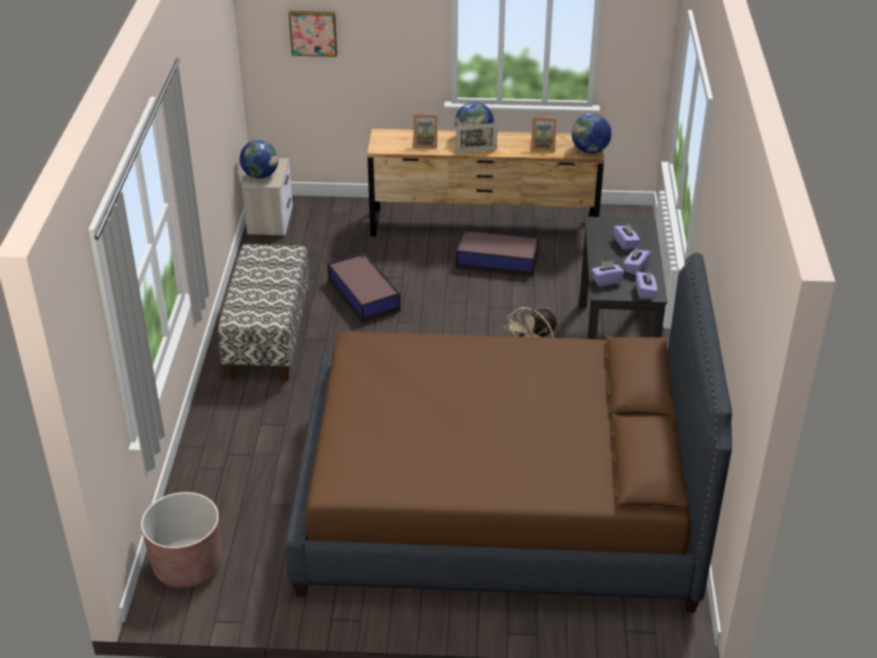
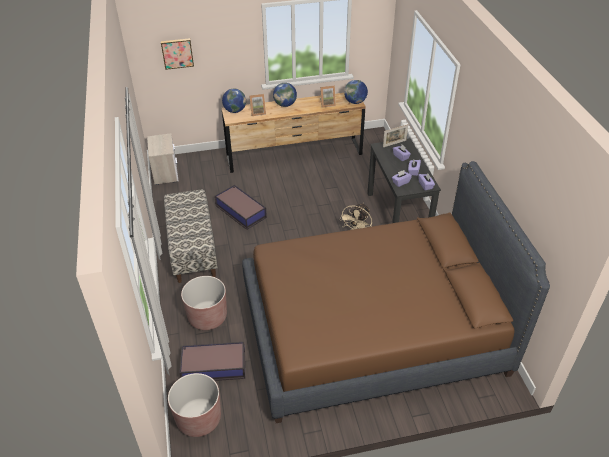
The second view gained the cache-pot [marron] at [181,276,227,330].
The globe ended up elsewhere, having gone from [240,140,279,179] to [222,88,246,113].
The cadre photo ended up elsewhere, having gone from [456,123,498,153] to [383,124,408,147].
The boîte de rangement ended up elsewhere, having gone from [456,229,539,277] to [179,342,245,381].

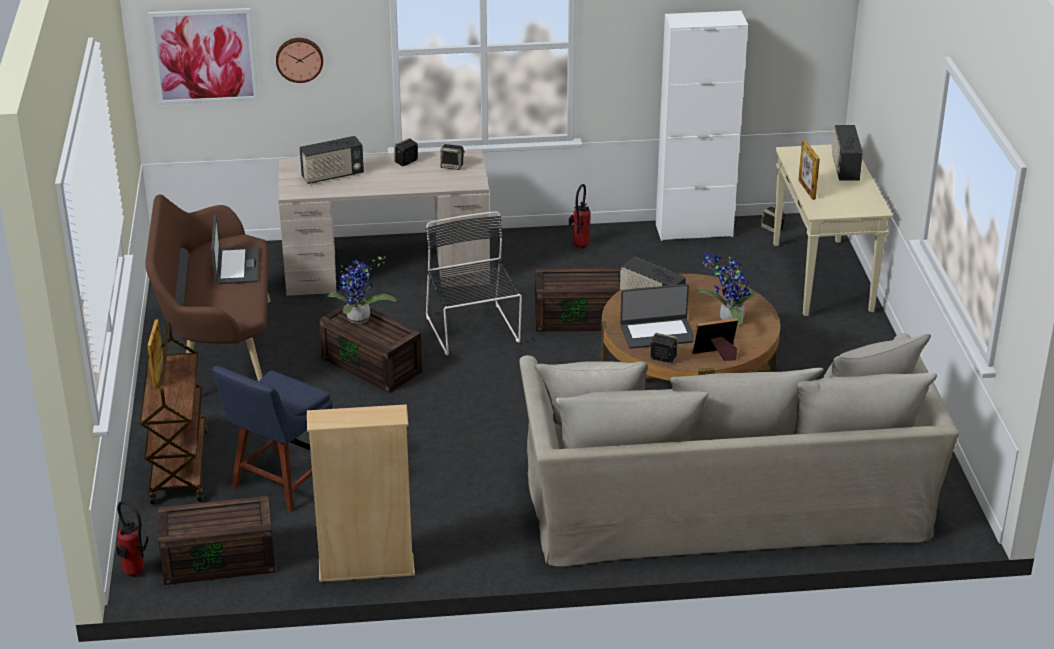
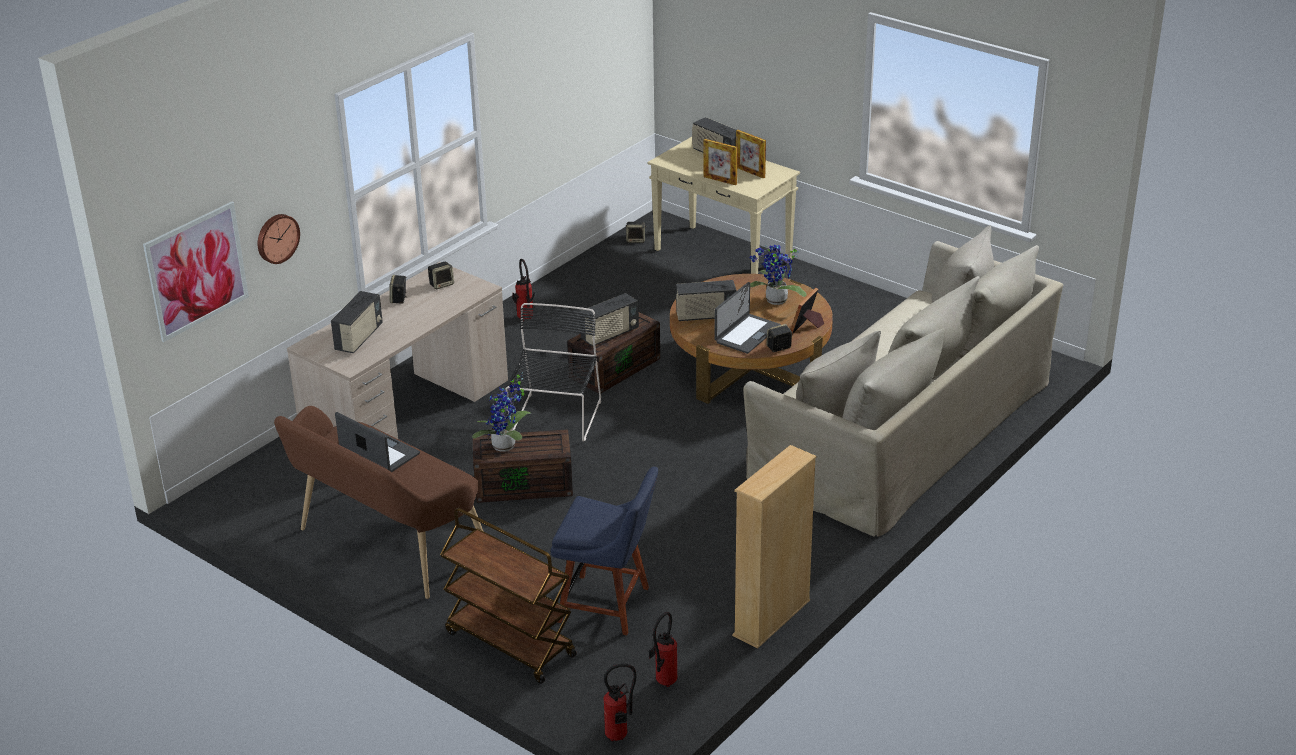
The second view lost the meuble de rangement [blanc] at [656,11,748,241].
The second view gained the radio at [580,293,639,346].
The cadre photo ended up elsewhere, having gone from [147,320,163,389] to [736,130,766,178].
Where the boîte de rangement [marron] stood at [158,496,276,585], the extincteur came to stand at [649,612,677,687].
The chaise [bleu] at [212,366,333,512] ended up facing another way, 60 degrees counterclockwise from before.
The chaise [noir] at [426,211,522,356] ended up facing another way, 75 degrees clockwise from before.

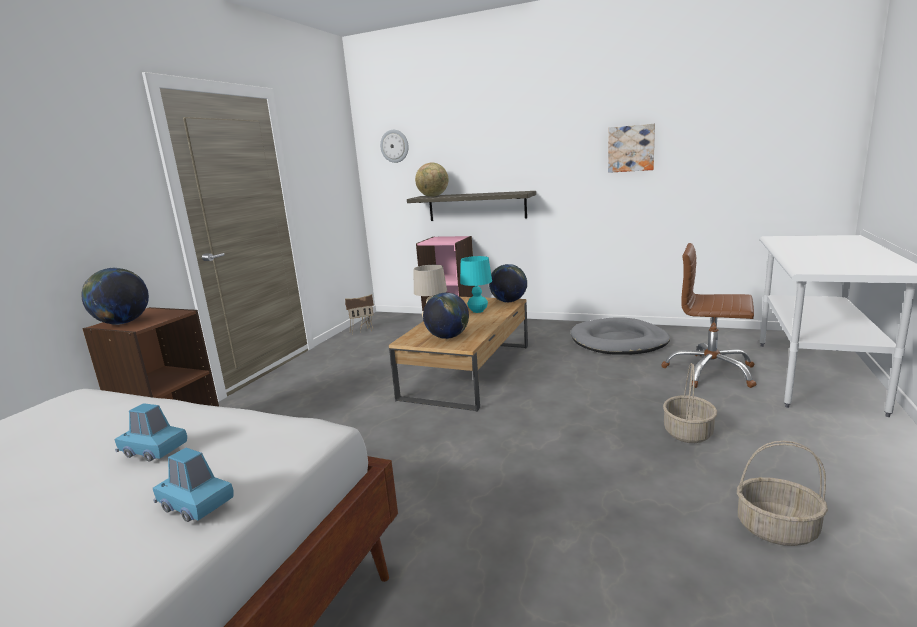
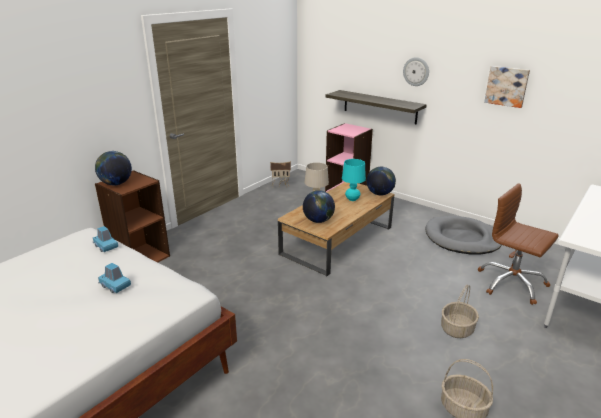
The second view lost the globe at [415,162,448,197].
The petite voiture [bleu] ended up elsewhere, having gone from [153,448,234,522] to [93,226,118,252].
The horloge murale ended up elsewhere, having gone from [380,130,409,163] to [403,57,429,86].

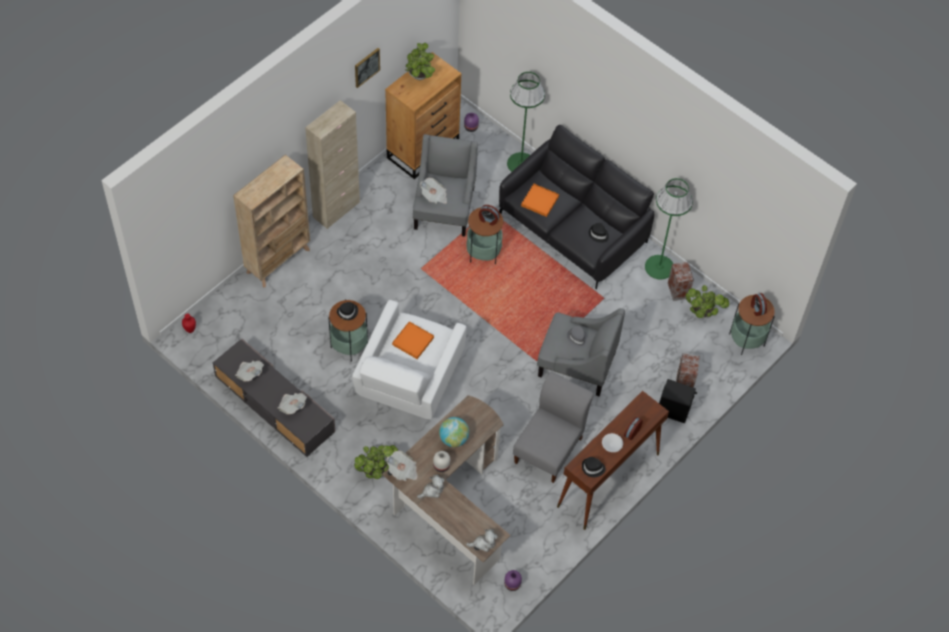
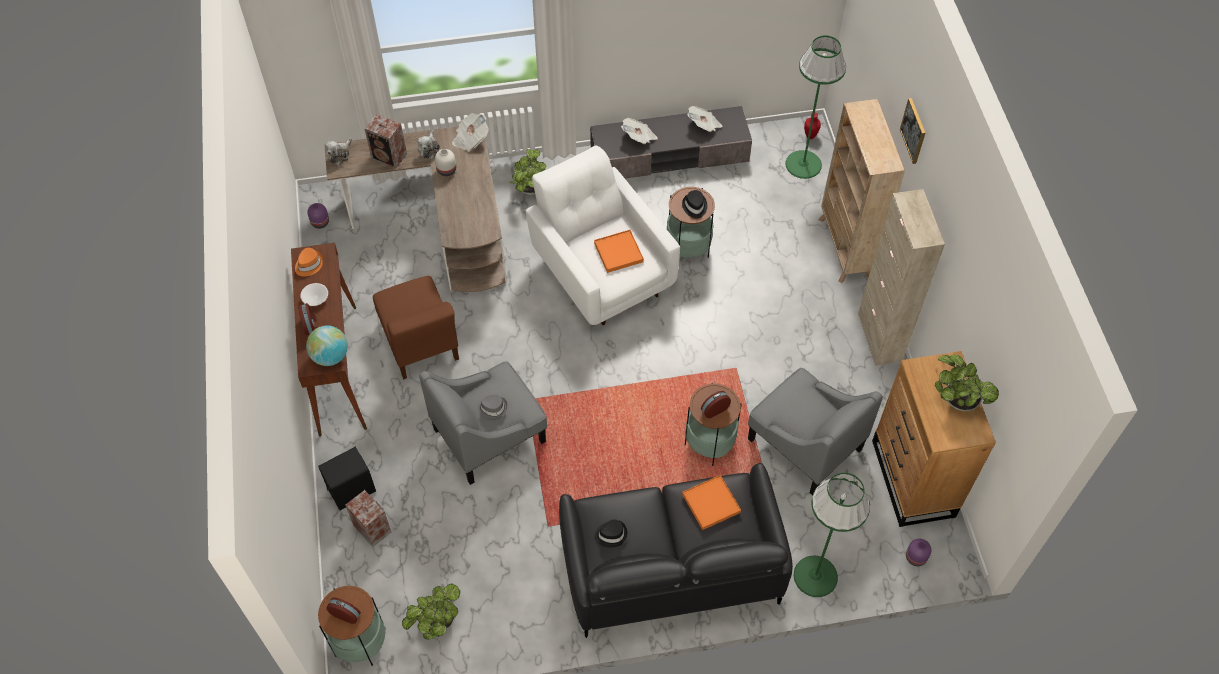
The second view lost the journal at [420,178,447,204].
The tableau ended up elsewhere, having gone from [355,48,380,88] to [900,98,925,164].
The globe ended up elsewhere, having gone from [439,417,469,447] to [306,326,348,366].
The lampadaire [vert] ended up elsewhere, having gone from [645,178,693,280] to [785,35,846,179].
The enceinte ended up elsewhere, having gone from [668,262,694,301] to [365,114,407,168].
What was the chaise [gris] at [513,372,594,483] turned into the chaise [marron] at [373,276,459,379].
What was the chapeau [noir] at [582,457,606,477] turned into the chapeau [orange] at [295,248,323,276].

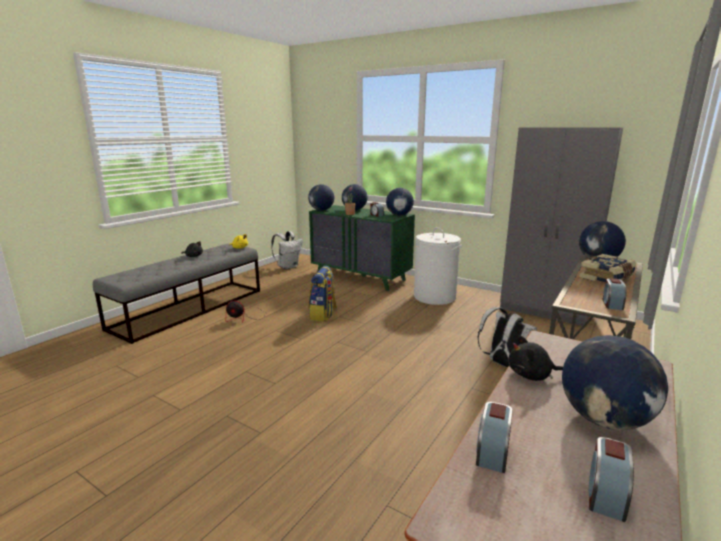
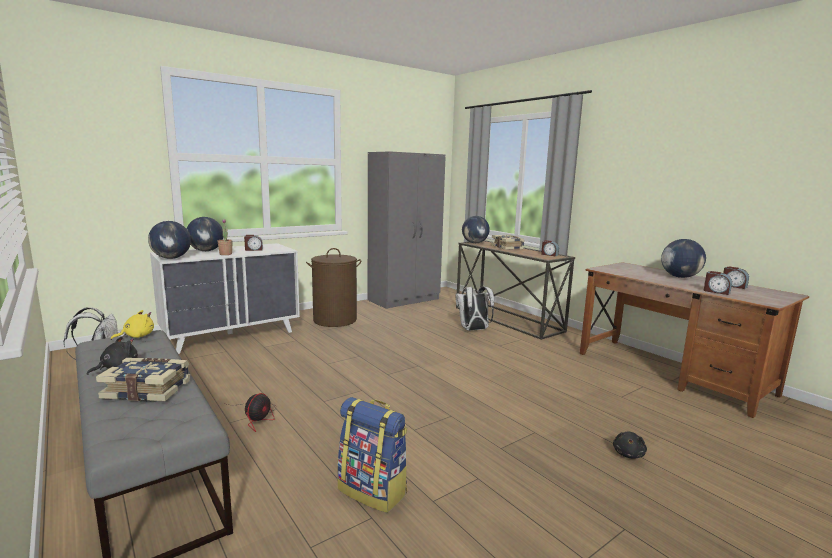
The second view lost the globe at [386,188,414,216].
The second view gained the livre at [96,358,190,401].
The sac à dos ended up elsewhere, having gone from [309,266,337,322] to [337,397,407,513].
The peluche [noir] ended up elsewhere, having gone from [508,335,563,381] to [613,432,647,458].
What was the commode [vert] at [309,205,415,291] turned into the commode [blanc] at [150,243,300,354].
What was the panier à linge [blanc] at [414,227,463,305] turned into the panier à linge [marron] at [306,248,361,327].

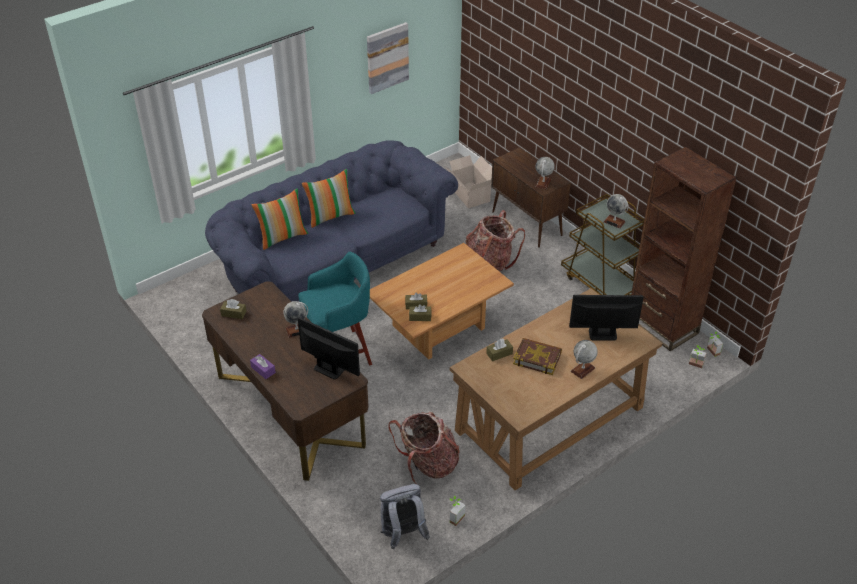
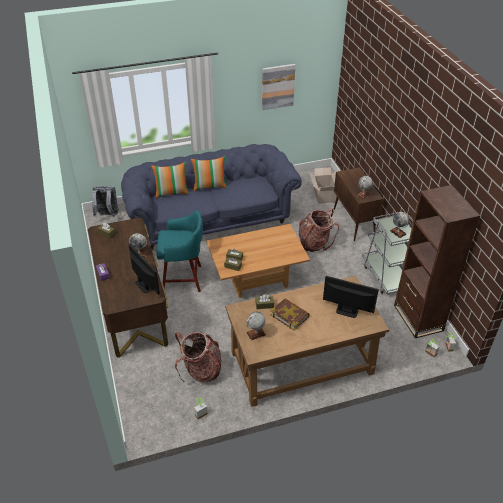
The sac à dos [gris] ended up elsewhere, having gone from [380,484,430,549] to [92,186,119,217].
The globe ended up elsewhere, having gone from [570,340,598,379] to [246,312,266,340].
What was the chariot [marron] at [561,194,644,295] turned into the chariot [gris] at [362,212,413,294].

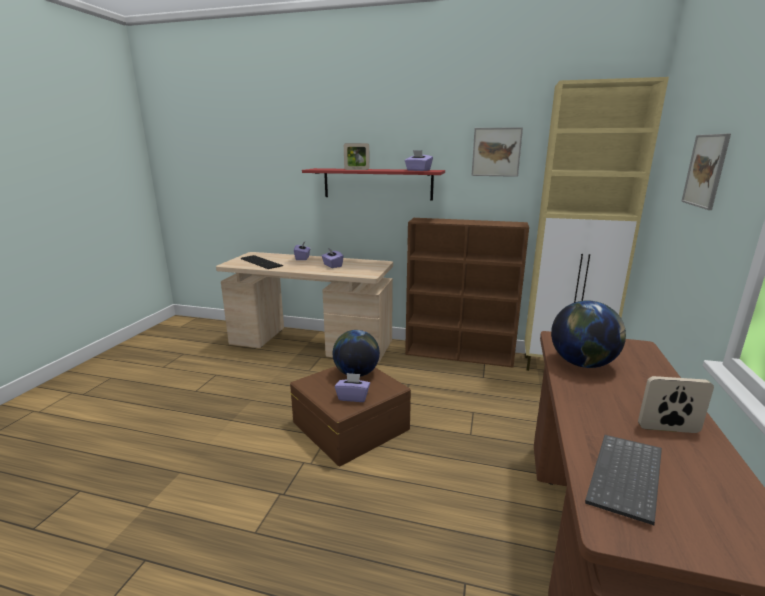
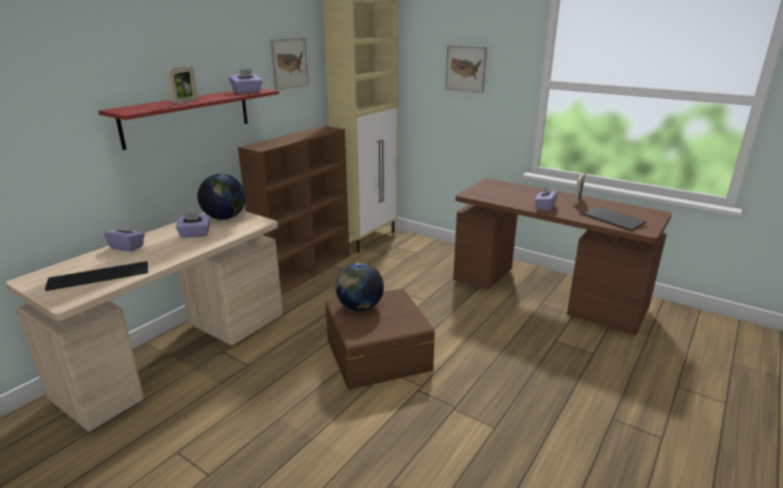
The boîte à mouchoirs [violet] ended up elsewhere, having gone from [335,373,370,402] to [535,186,558,211].
The globe ended up elsewhere, having gone from [551,300,626,368] to [198,174,246,220].

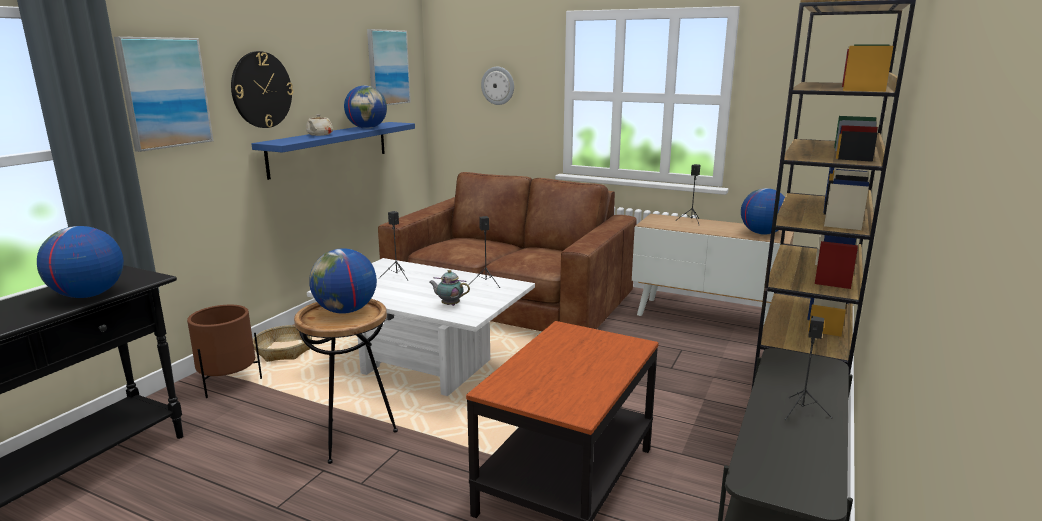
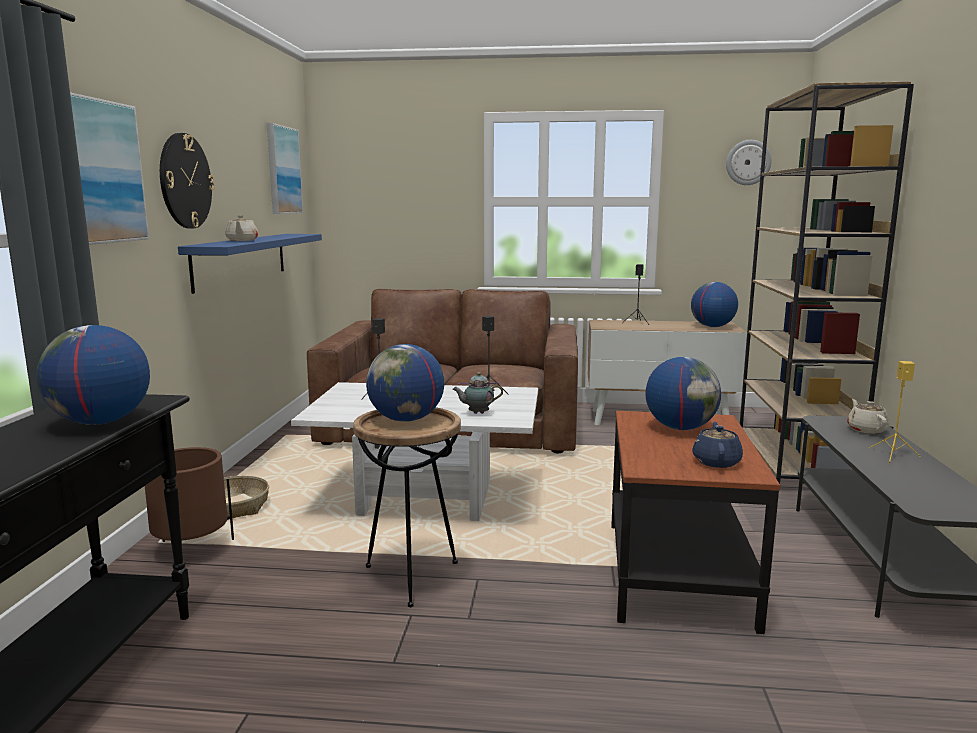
The second view gained the théière [bleu] at [692,422,743,468].
The second view gained the théière [beige] at [847,399,889,434].
The globe ended up elsewhere, having gone from [344,86,387,129] to [646,357,721,430].
The horloge murale ended up elsewhere, having gone from [481,67,514,105] to [726,140,772,185].
What was the enceinte [noir] at [785,316,832,420] turned into the enceinte [jaune] at [870,361,921,464].

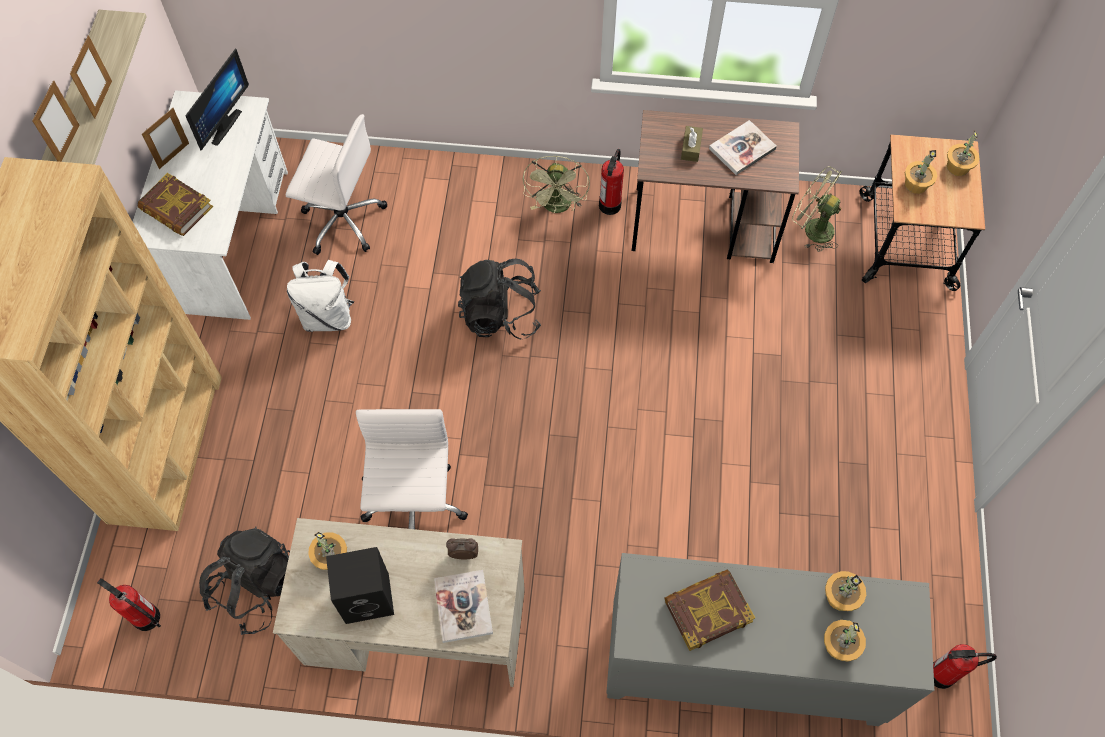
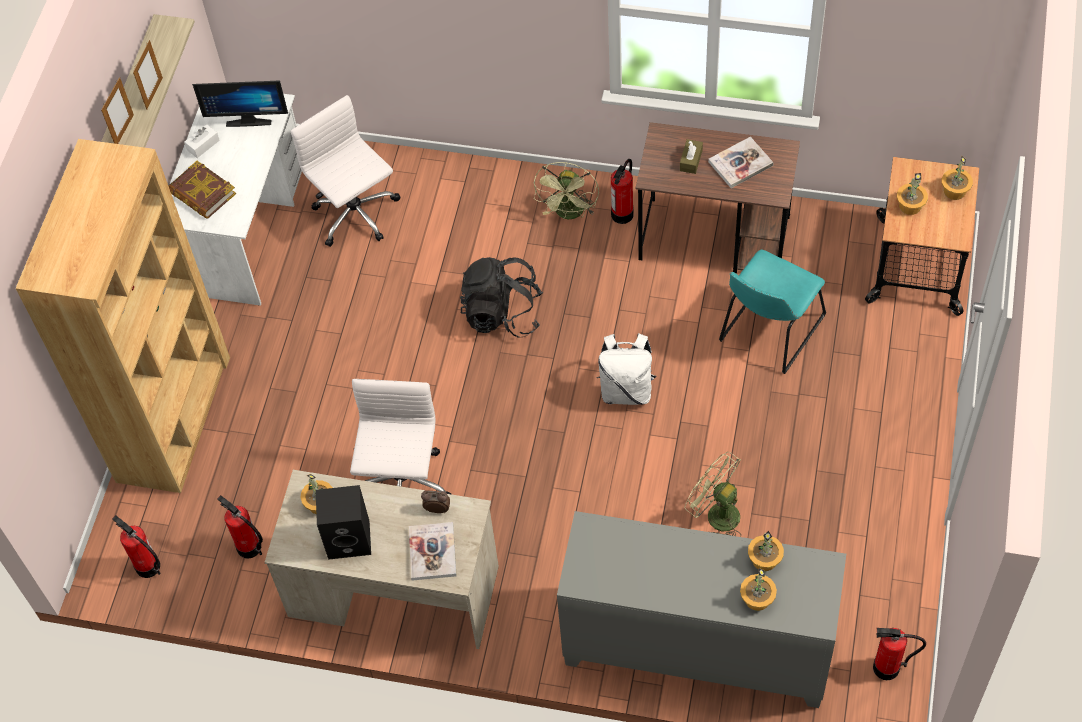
The second view lost the livre at [665,570,755,651].
The second view gained the chaise [turquoise] at [719,250,826,374].
The sac à dos [blanc] ended up elsewhere, having gone from [287,260,354,332] to [596,333,656,405].
The ventilateur [vert] ended up elsewhere, having gone from [792,166,842,252] to [685,452,741,537].
Where the cadre photo stood at [142,108,189,169], the boîte à mouchoirs [blanc] came to stand at [184,124,220,158].
Where the sac à dos [noir] stood at [199,527,290,635], the extincteur came to stand at [217,495,263,559].
The écran d'ordinateur at [185,48,249,151] ended up facing another way, 60 degrees clockwise from before.
The chaise de bureau [blanc] at [286,114,387,255] ended up facing another way, 150 degrees counterclockwise from before.

